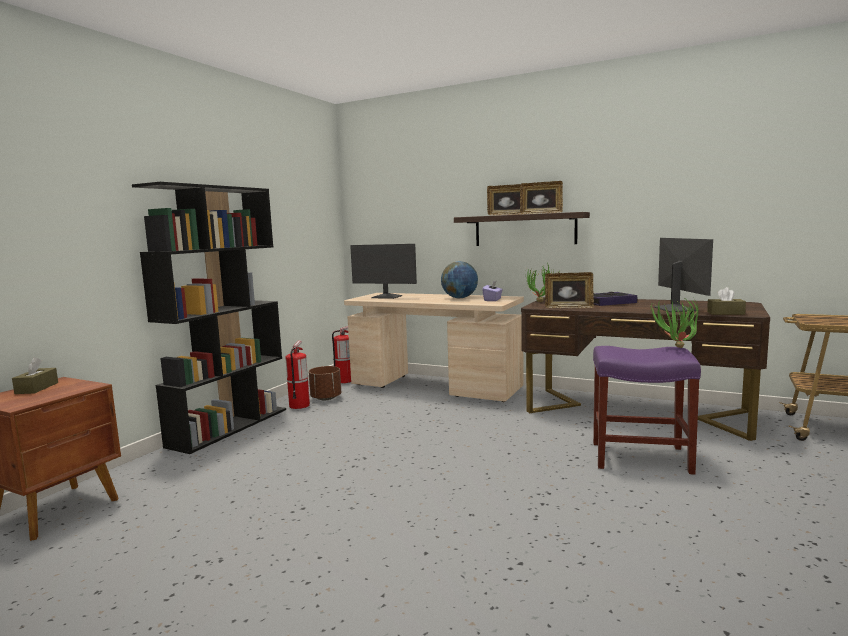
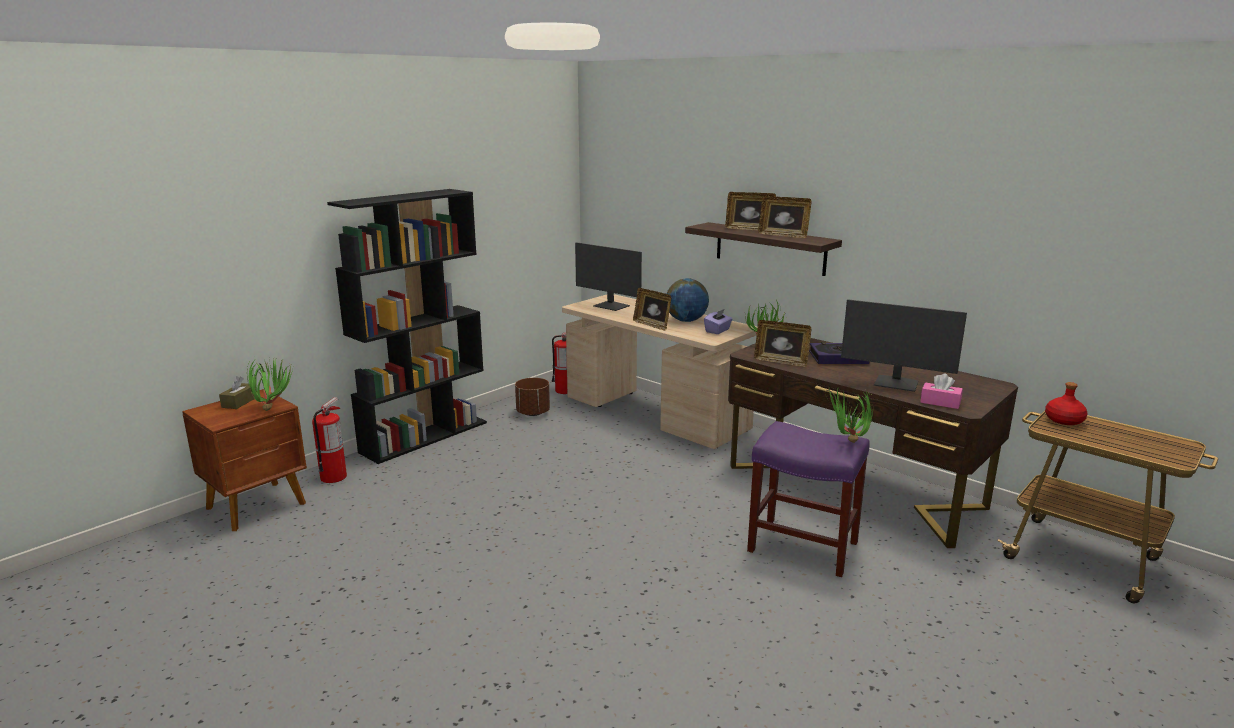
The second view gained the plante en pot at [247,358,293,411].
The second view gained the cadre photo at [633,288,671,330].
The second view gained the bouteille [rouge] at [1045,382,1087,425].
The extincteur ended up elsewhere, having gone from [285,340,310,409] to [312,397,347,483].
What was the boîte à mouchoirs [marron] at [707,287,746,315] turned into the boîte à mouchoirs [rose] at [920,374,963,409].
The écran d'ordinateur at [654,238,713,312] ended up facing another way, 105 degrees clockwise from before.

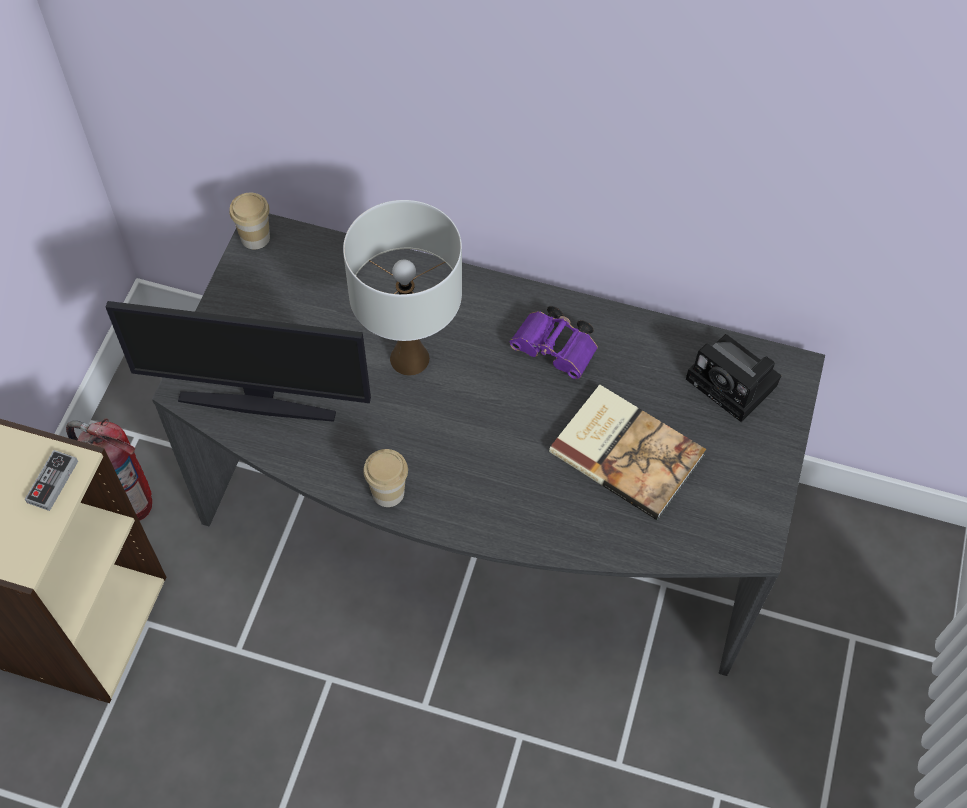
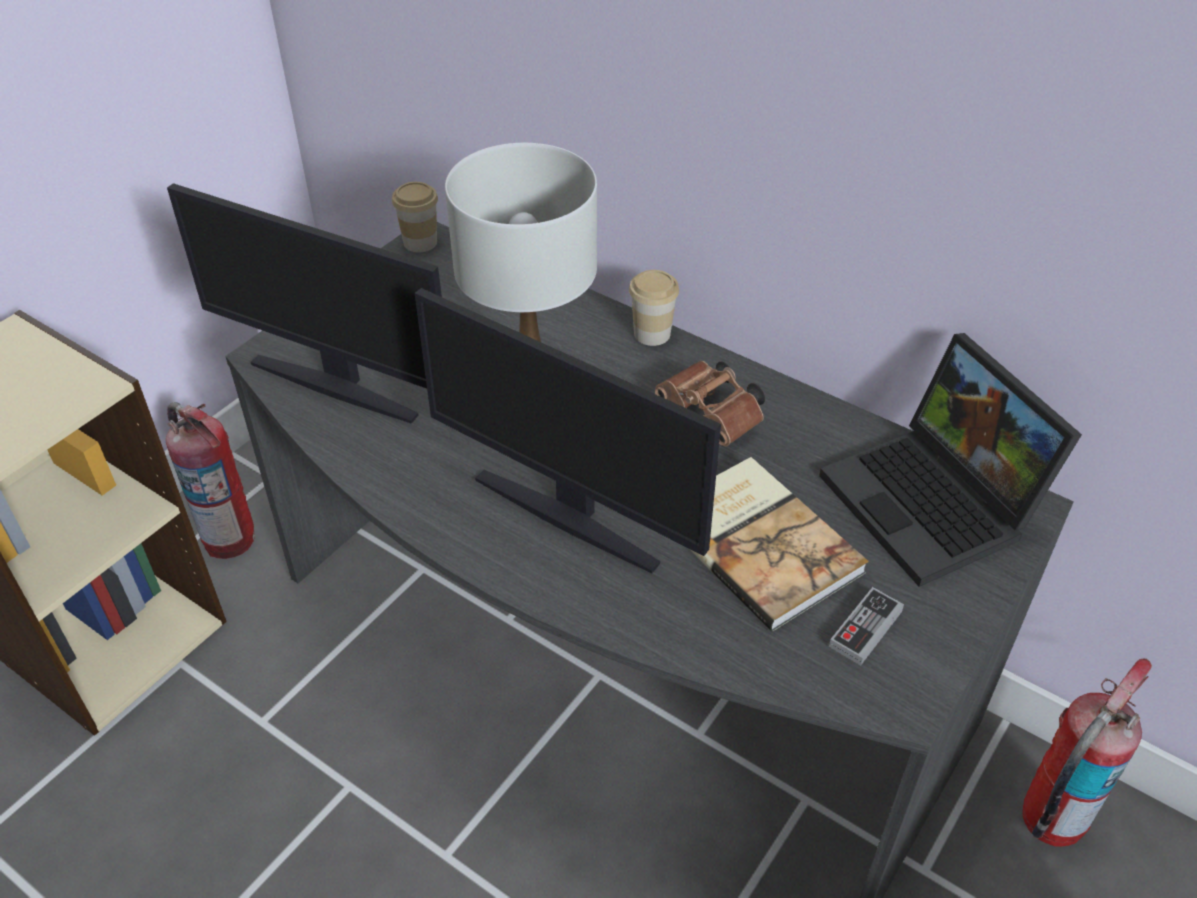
The second view gained the écran d'ordinateur at [415,288,721,573].
The second view gained the extincteur at [1022,659,1152,847].
The manette ended up elsewhere, having gone from [25,450,78,511] to [829,587,904,666].
The tasse ended up elsewhere, having gone from [363,449,408,507] to [629,270,679,346].
Where the appareil photo stood at [686,334,781,422], the ordinateur portable came to stand at [819,333,1082,587].
What was the jumelles [violet] at [510,306,598,379] turned into the jumelles [marron] at [655,361,765,447].

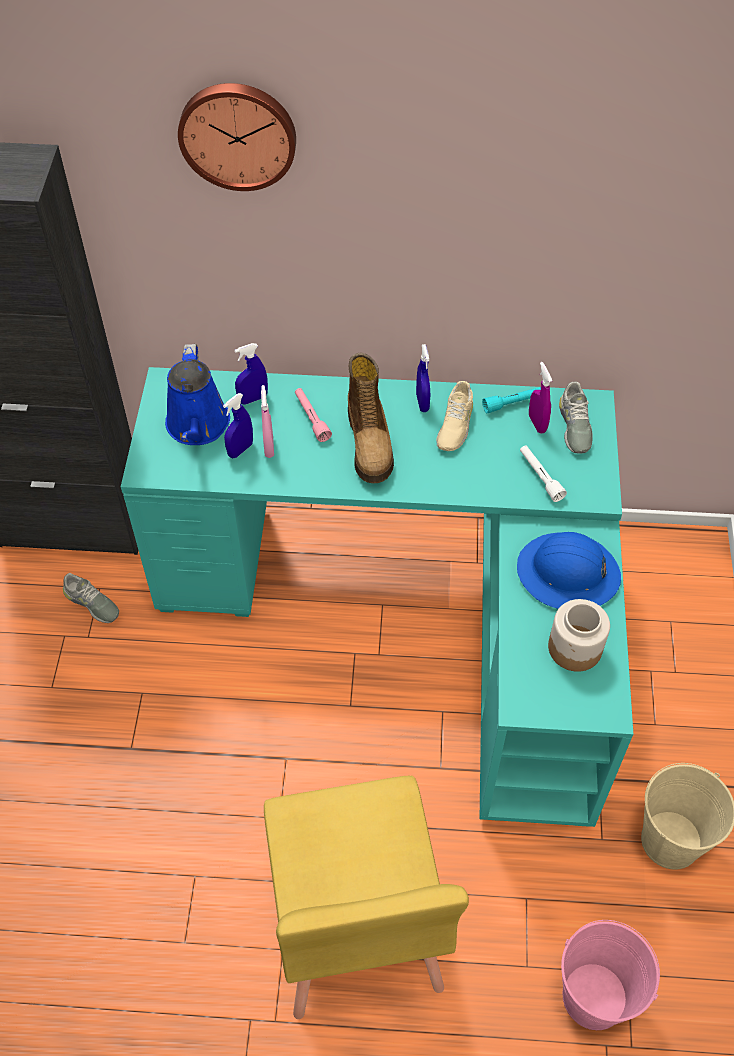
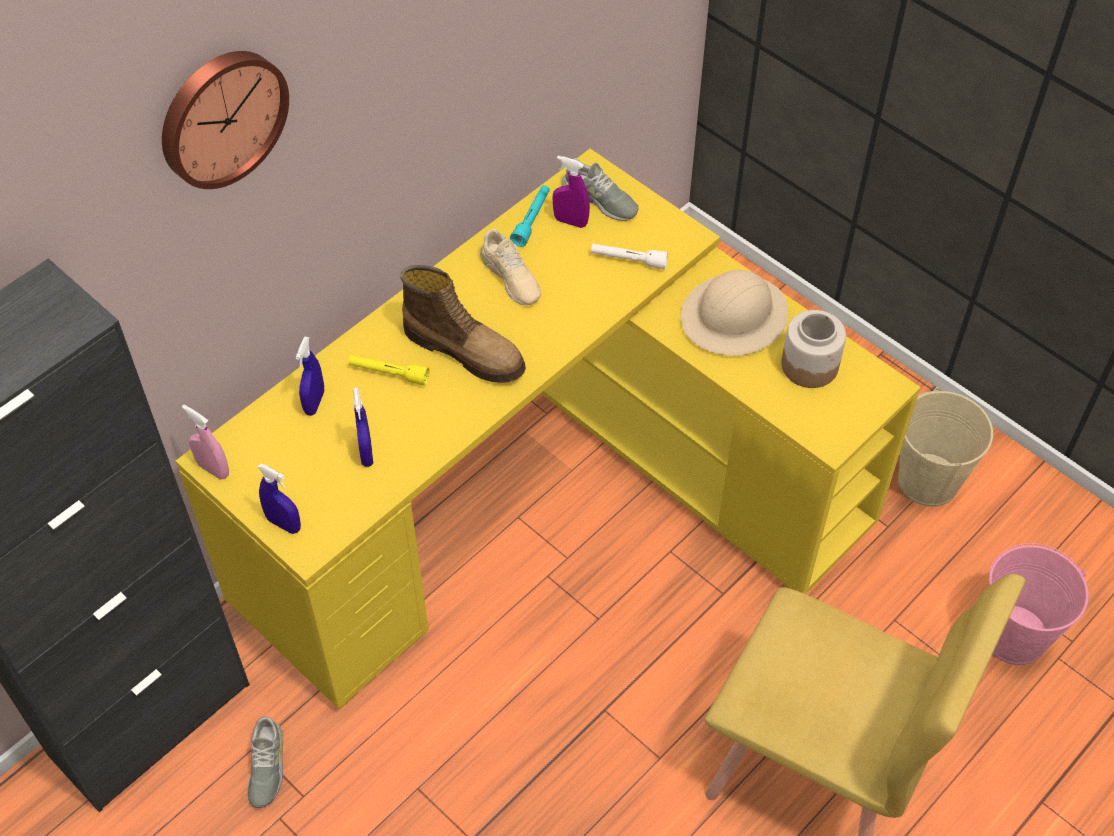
The second view lost the arrosoir [bleu] at [165,344,230,445].
The vaporisateur [rose] ended up elsewhere, having gone from [261,385,274,458] to [182,405,229,480].
The vaporisateur [bleu] ended up elsewhere, having gone from [416,344,430,412] to [257,463,301,534].
What was the bureau [turquoise] at [121,367,633,827] turned into the bureau [jaune] at [176,149,921,709].
What was the lampe de poche [rose] at [295,388,332,442] turned into the lampe de poche [jaune] at [349,355,430,386].
What was the casque de chantier [bleu] at [517,532,621,609] turned into the casque de chantier [beige] at [681,270,788,356].
The chaussure [gris] at [63,573,119,623] ended up facing another way, 105 degrees clockwise from before.

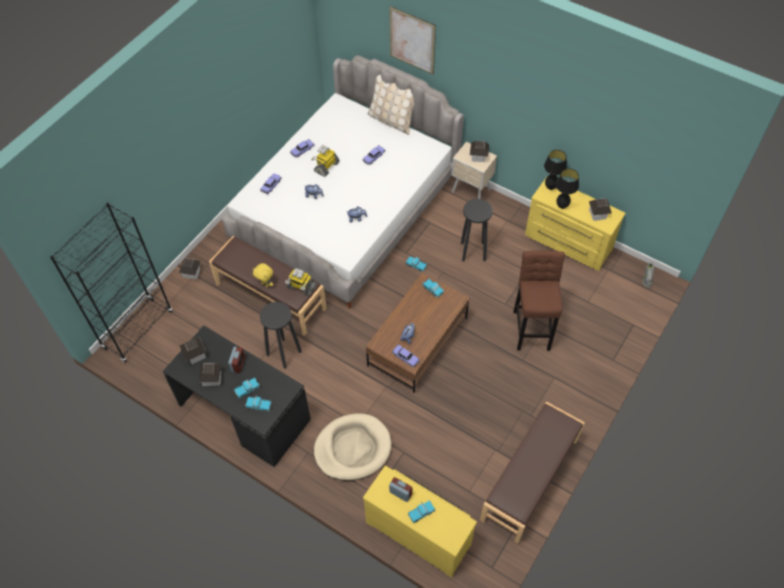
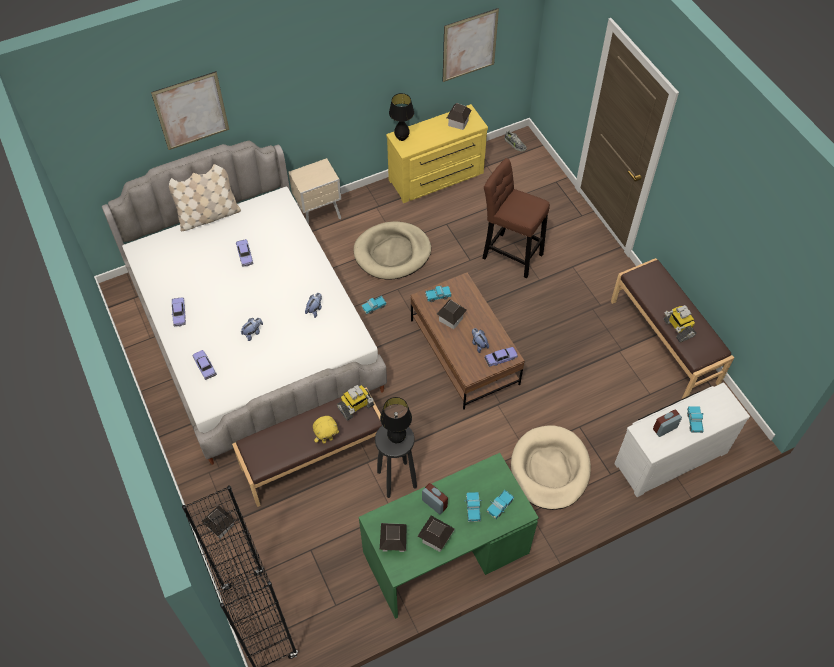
The second view gained the tableau at [443,8,499,82].
The robot jouet ended up elsewhere, having gone from [311,145,340,177] to [663,305,696,342].
The maison miniature ended up elsewhere, having gone from [470,141,489,162] to [437,299,467,329].
The lampe de table [noir] ended up elsewhere, having gone from [556,169,579,209] to [380,397,412,443].
Where the tabouret [noir] stood at [461,199,493,262], the panier pour chien [beige] came to stand at [354,221,431,280].
What was the bureau [noir] at [163,325,311,467] turned into the bureau [vert] at [359,453,539,619].
What was the commode [jaune] at [363,466,477,577] turned into the commode [blanc] at [614,383,750,497].

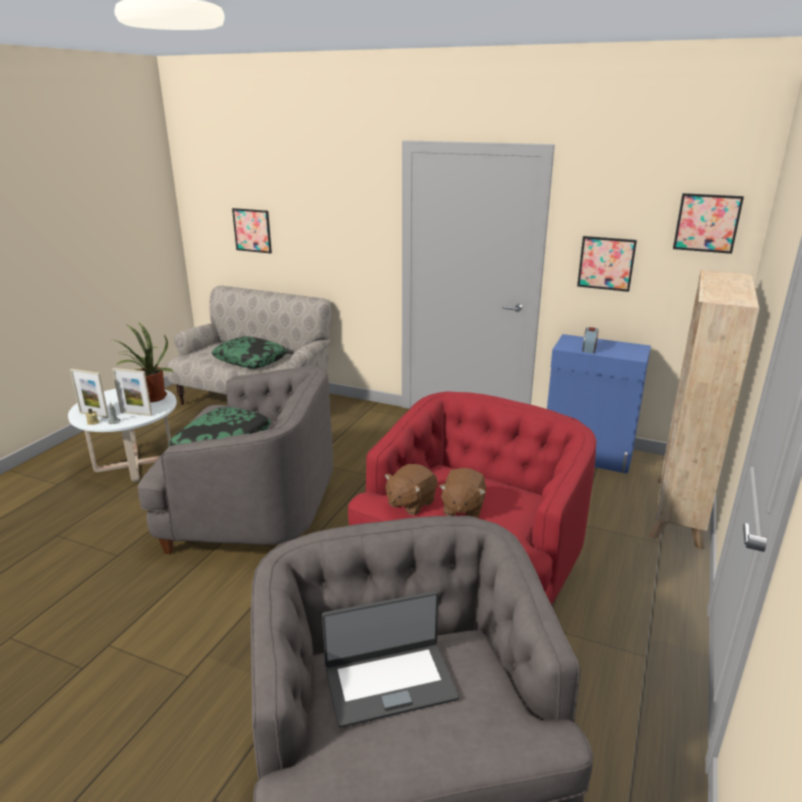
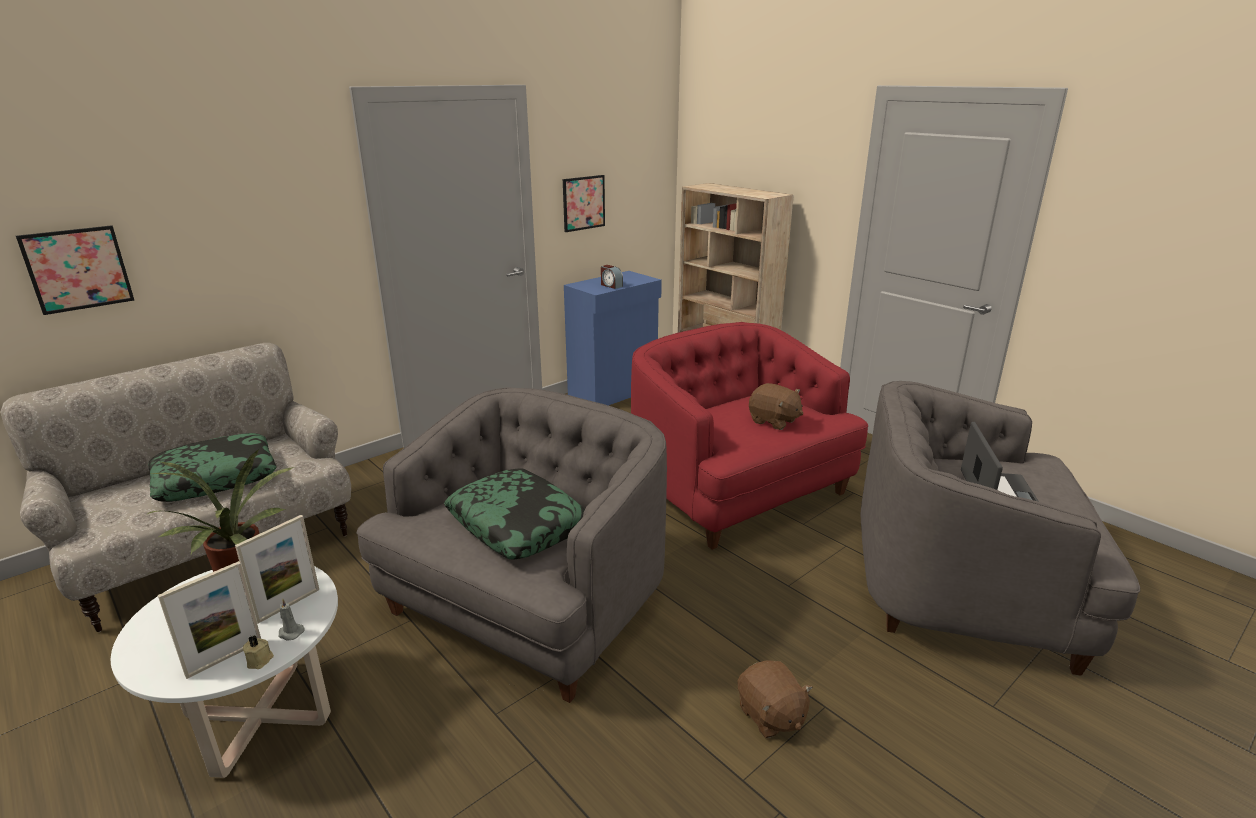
The second view lost the tableau at [673,193,744,254].
The peluche [marron] ended up elsewhere, having gone from [384,464,438,515] to [737,660,813,738].

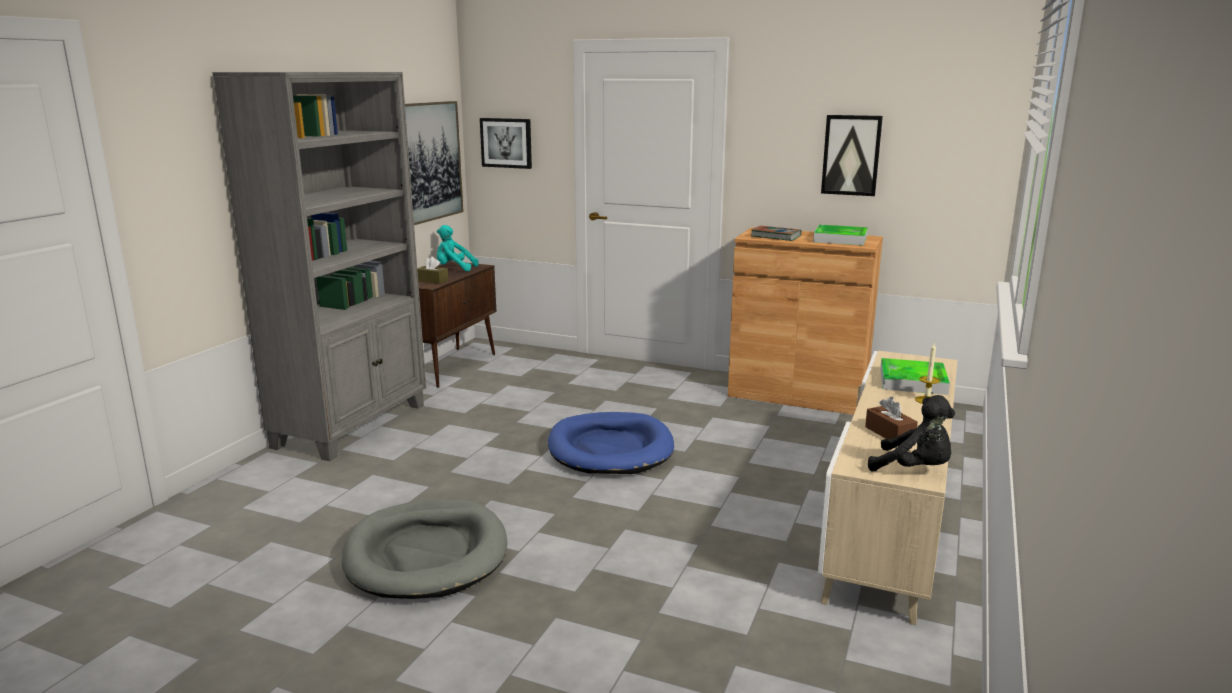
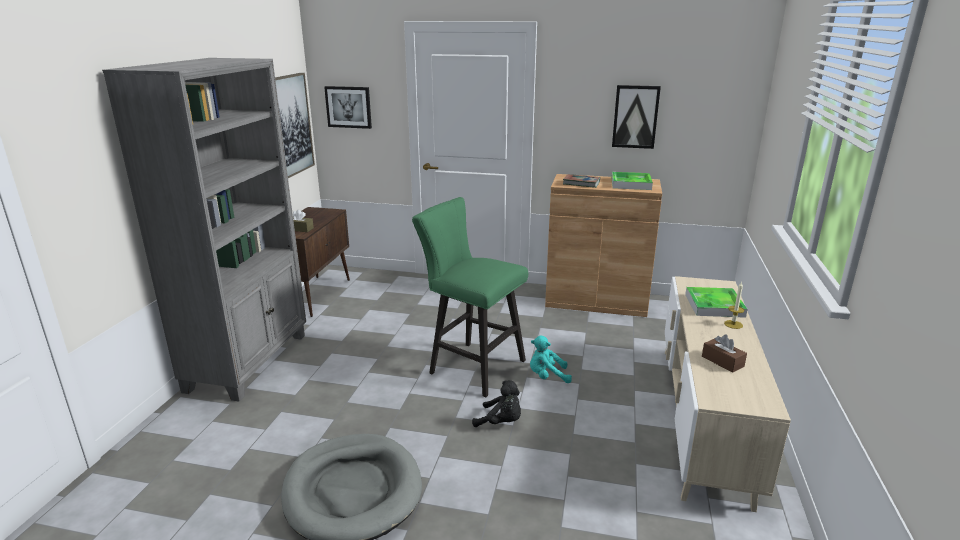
The peluche [turquoise] ended up elsewhere, having gone from [437,225,479,271] to [530,336,572,383].
The peluche [noir] ended up elsewhere, having gone from [868,395,955,472] to [472,380,521,427].
Where the panier pour chien [bleu] stood at [548,412,674,474], the tabouret [vert] came to stand at [412,197,528,398].

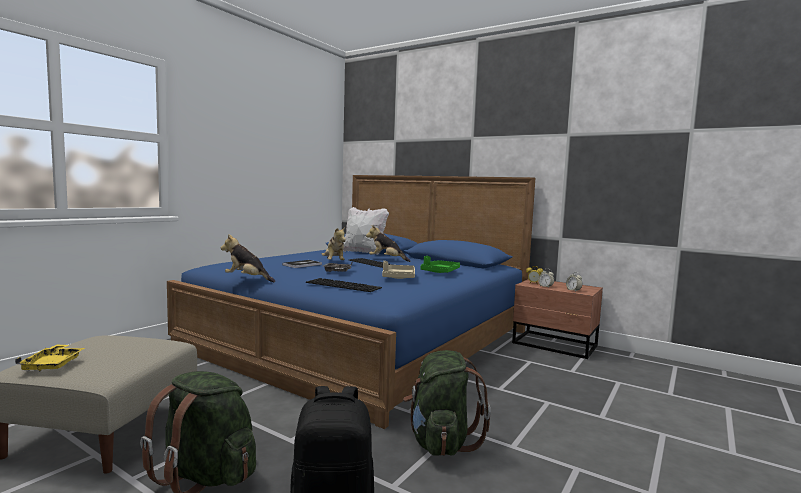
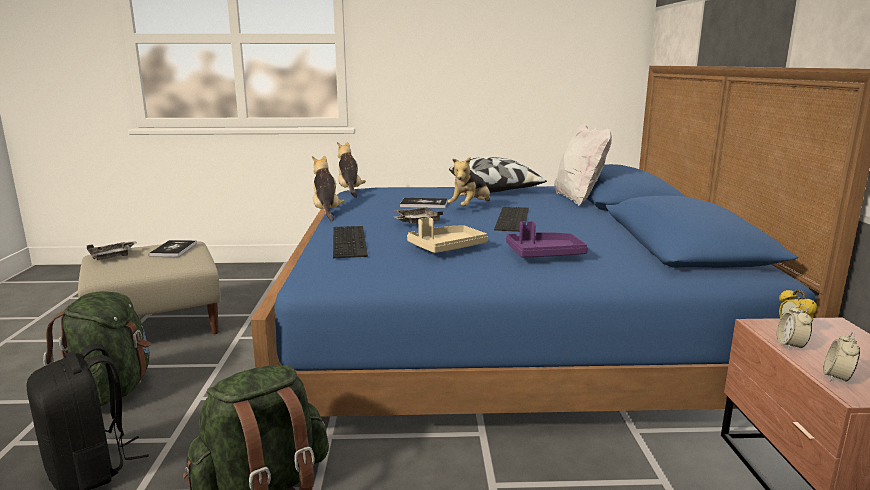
The second view gained the livre at [149,240,197,257].
The second view gained the coussin at [449,157,547,192].
The peluche ended up elsewhere, having gone from [366,225,410,262] to [337,142,366,198].
What was the plateau [jaune] at [15,344,85,372] turned into the plateau [gris] at [87,241,137,260].
What was the plateau [vert] at [420,256,460,273] turned into the plateau [violet] at [506,221,588,257].

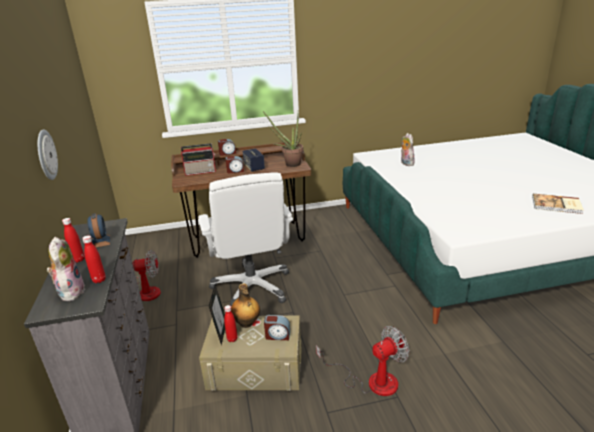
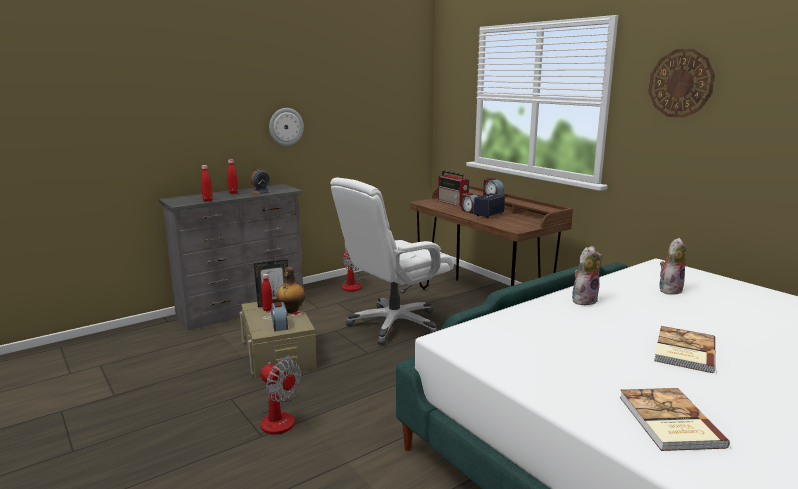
The second view lost the plante en pot at [263,111,303,167].
The second view gained the horloge murale at [648,49,715,118].
The second view gained the livre at [654,326,715,373].
The peluche ended up elsewhere, having gone from [47,237,85,301] to [572,246,602,305].

